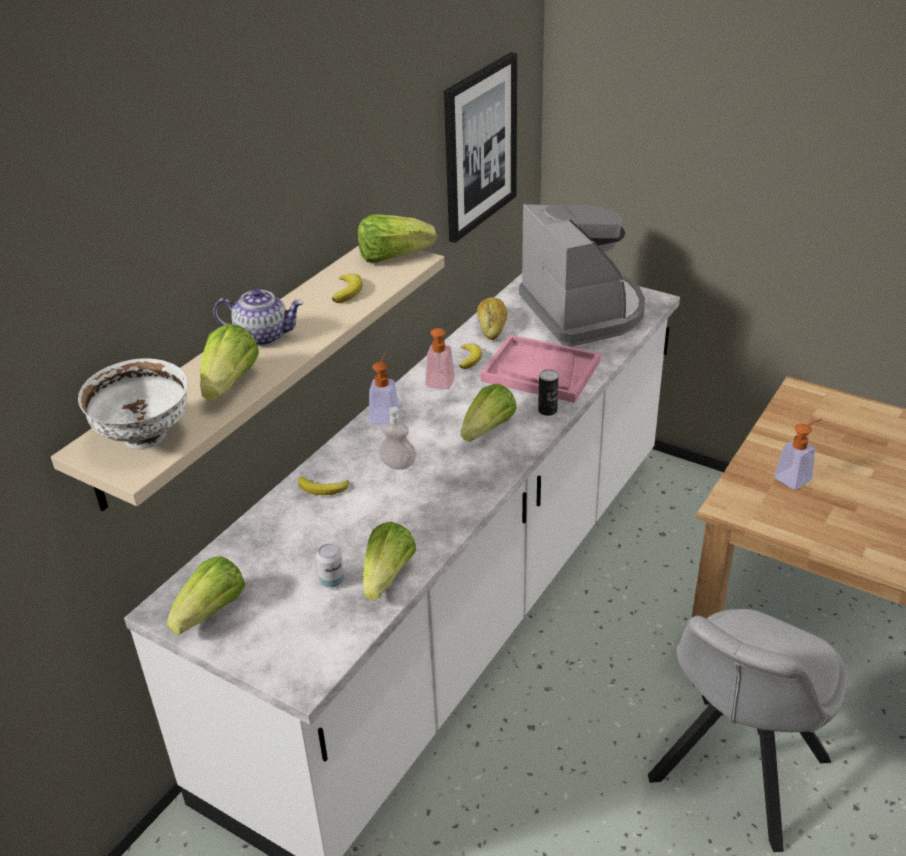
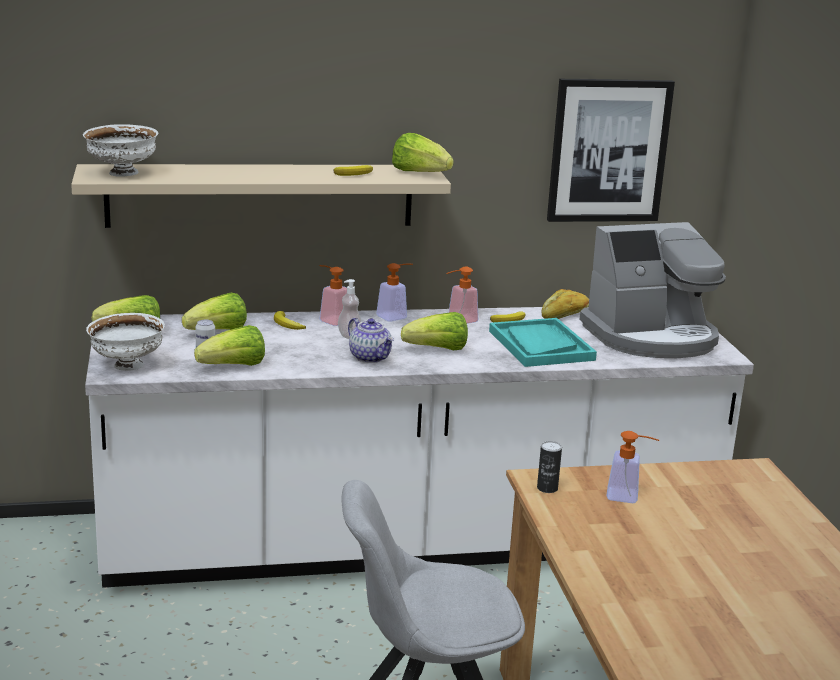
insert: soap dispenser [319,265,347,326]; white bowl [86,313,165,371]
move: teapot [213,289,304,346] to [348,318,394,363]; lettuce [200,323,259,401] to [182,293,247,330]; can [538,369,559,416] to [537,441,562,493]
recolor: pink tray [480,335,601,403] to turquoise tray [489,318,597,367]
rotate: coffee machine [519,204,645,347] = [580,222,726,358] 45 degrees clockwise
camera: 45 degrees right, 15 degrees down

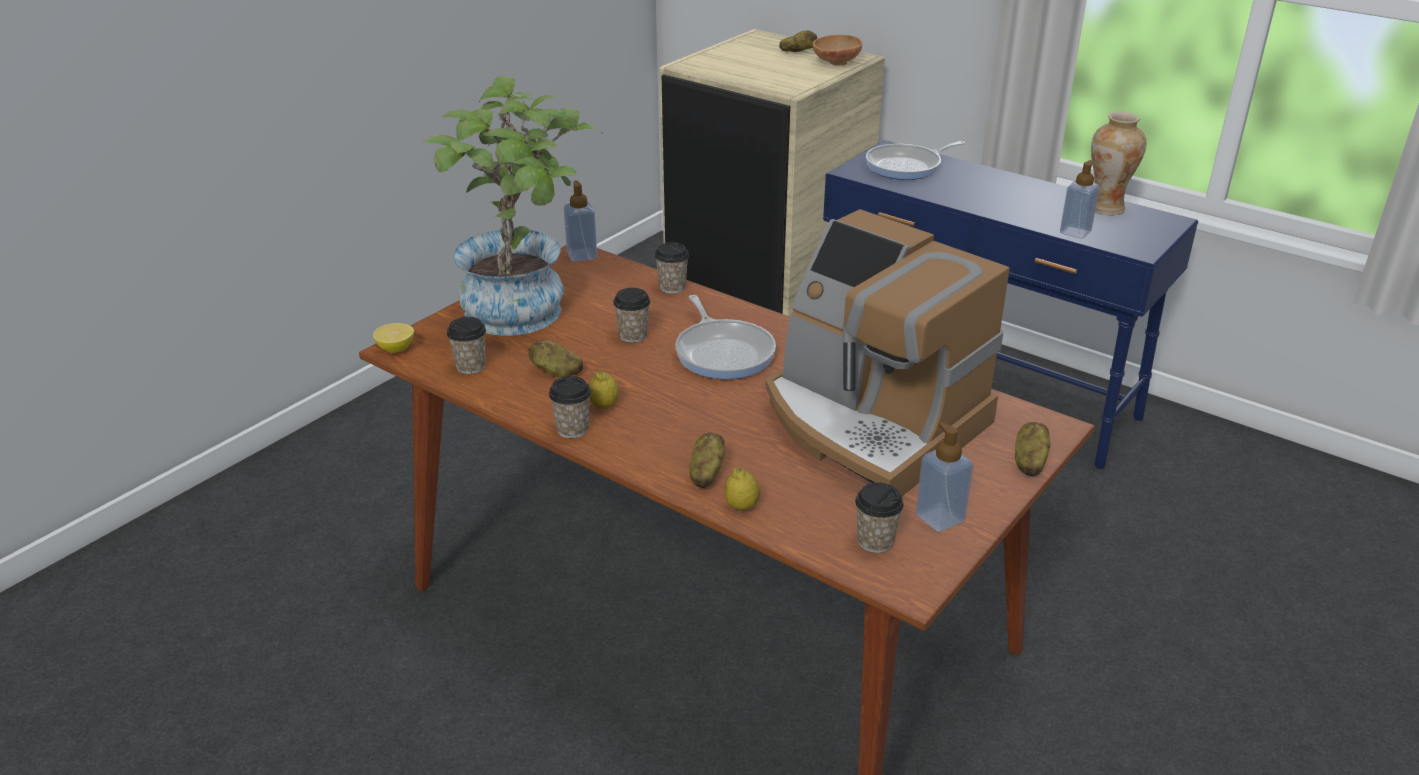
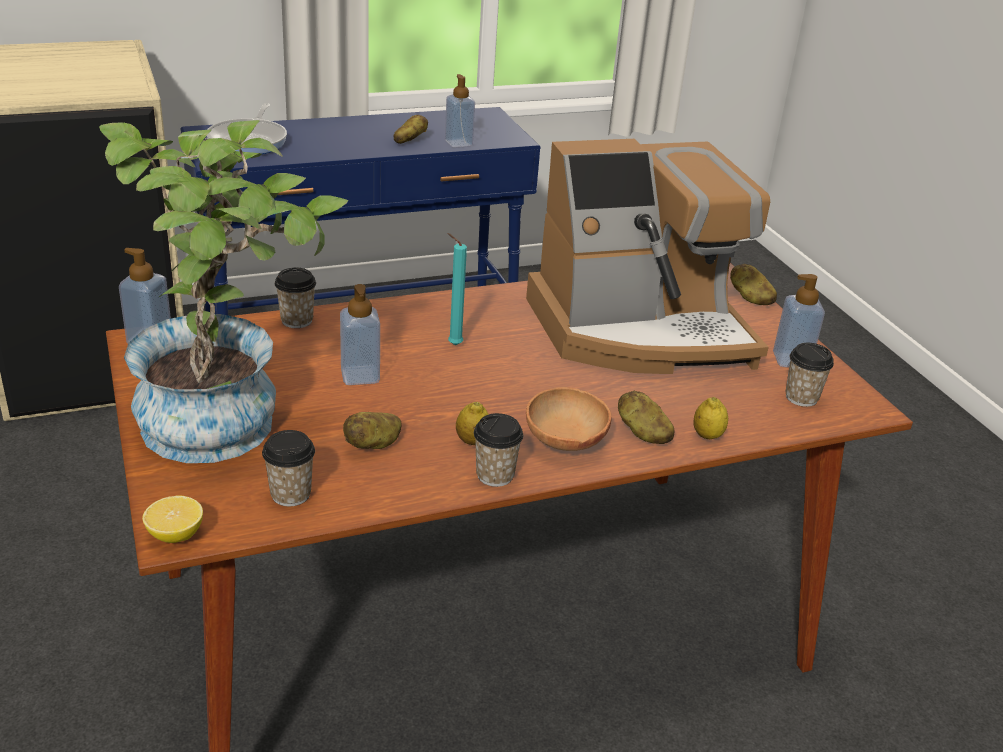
delete: vase [1091,111,1146,216]
move: potato [779,30,817,52] to [394,115,428,144]; brown bowl [813,35,862,66] to [526,387,612,451]
replace: cup [613,288,650,343] to soap dispenser [340,284,380,385]; frying pan [675,295,776,379] to turquoise candle [447,233,467,345]
camera: 60 degrees left, 0 degrees up

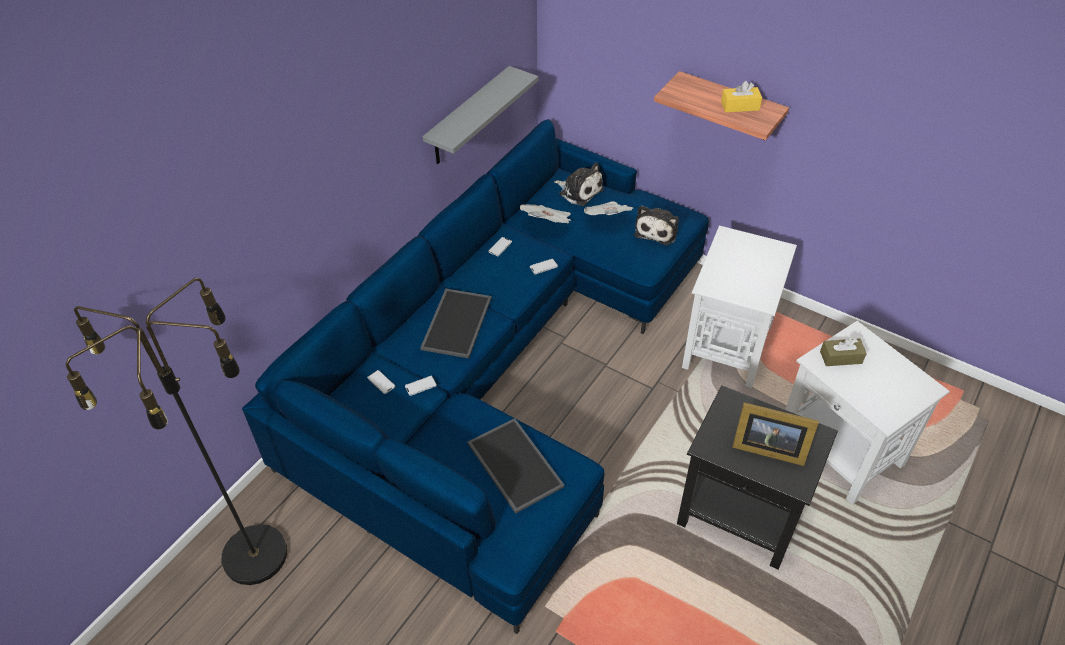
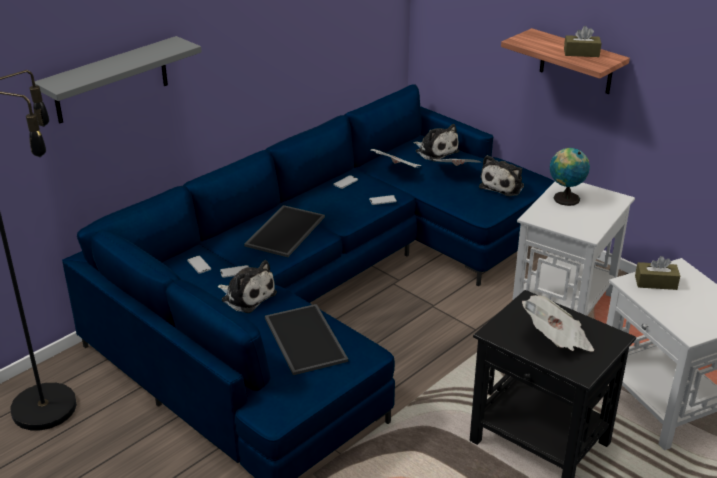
insert: globe [550,148,590,206]; plush toy [217,260,277,313]
move: grey shelf [423,66,538,164] to [35,36,202,124]
replace: picture frame [732,402,819,466] to newspaper [522,295,594,351]
recolor: yellow tissue box [721,81,762,112] to brown tissue box [564,26,602,57]
camera: 10 degrees right, 15 degrees down

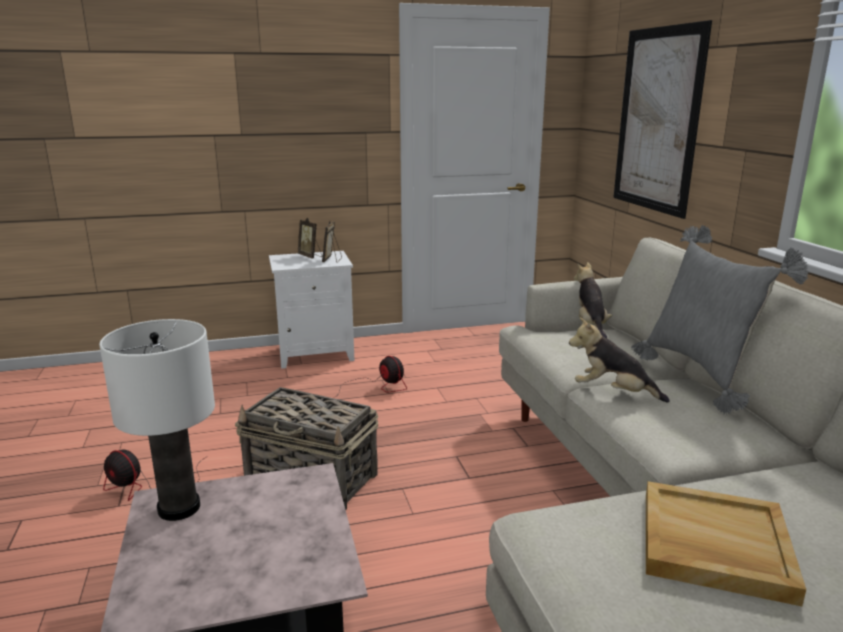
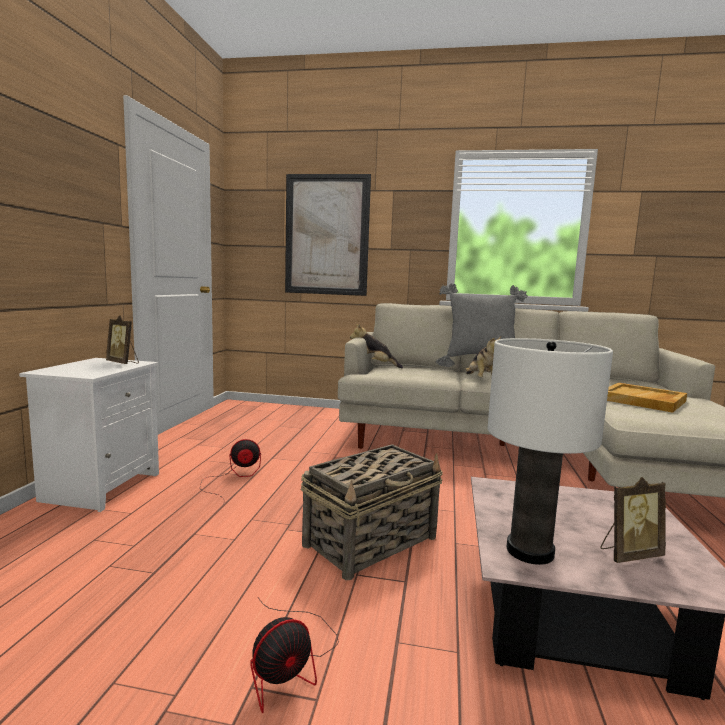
move: picture frame [298,218,322,258] to [600,477,666,563]
rotate: plush toy [569,317,670,403] = [465,336,501,378] 60 degrees counterclockwise
camera: 65 degrees left, 10 degrees down

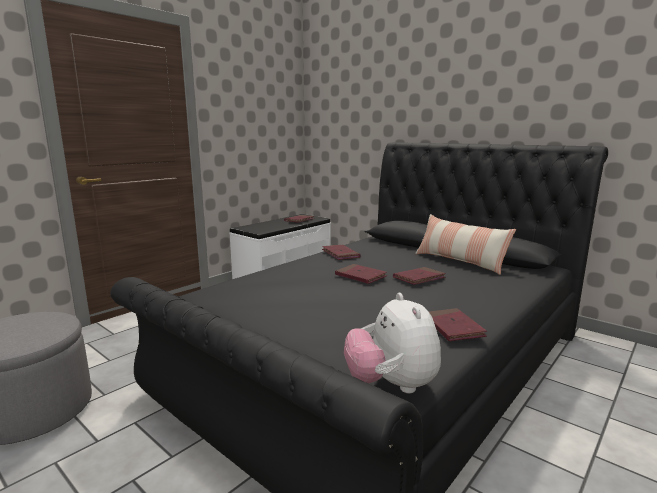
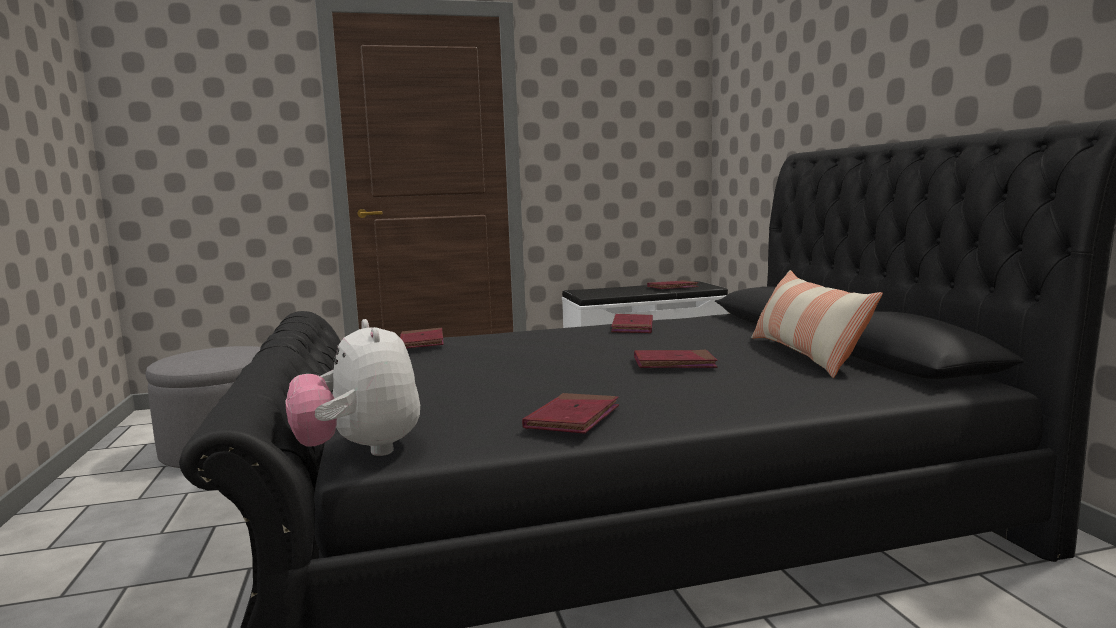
move: red book [335,264,387,284] to [400,328,444,348]
rotate: plush toy [344,293,441,393] = [286,319,420,456] 45 degrees counterclockwise
camera: 35 degrees right, 5 degrees down

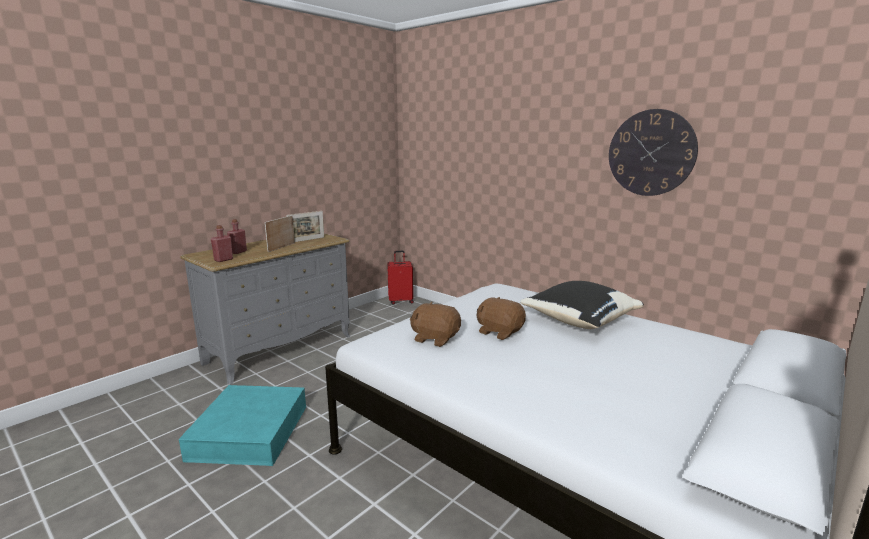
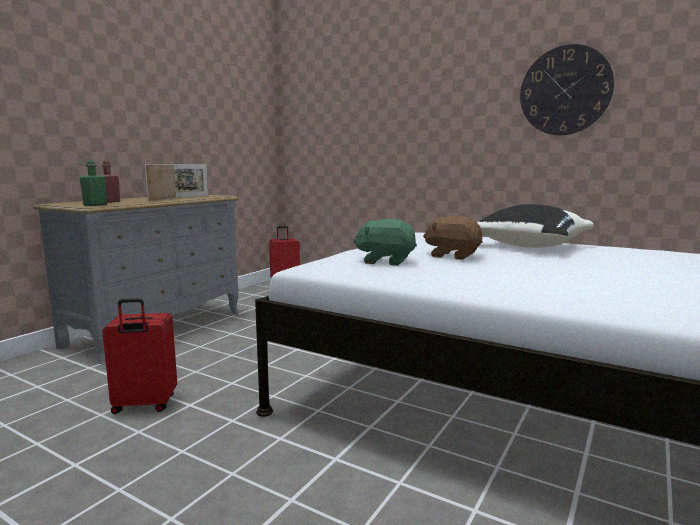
replace: turquoise storage box [179,385,306,466] to red suitcase [102,298,177,414]
recolor: red bottle [211,225,233,262] to green bottle [79,161,107,206]; brown plush toy [410,302,461,347] to green plush toy [353,219,417,265]
camera: 10 degrees left, 5 degrees down

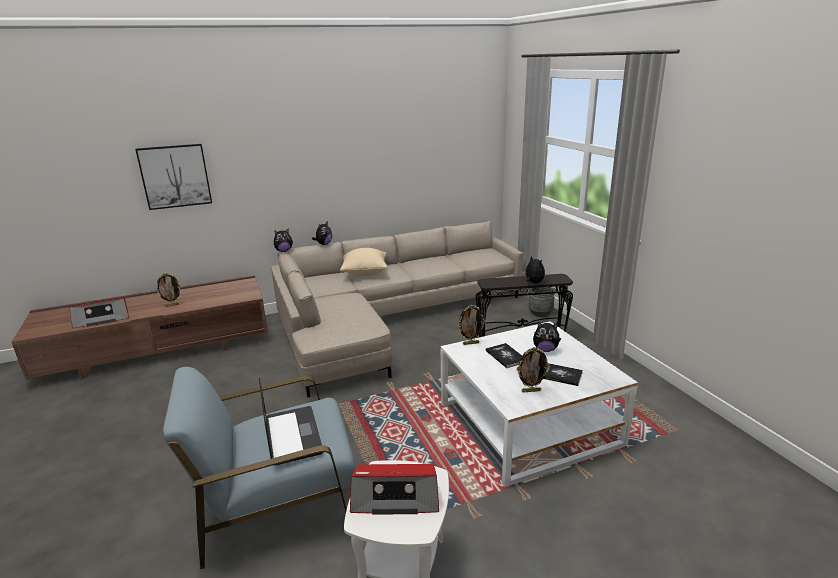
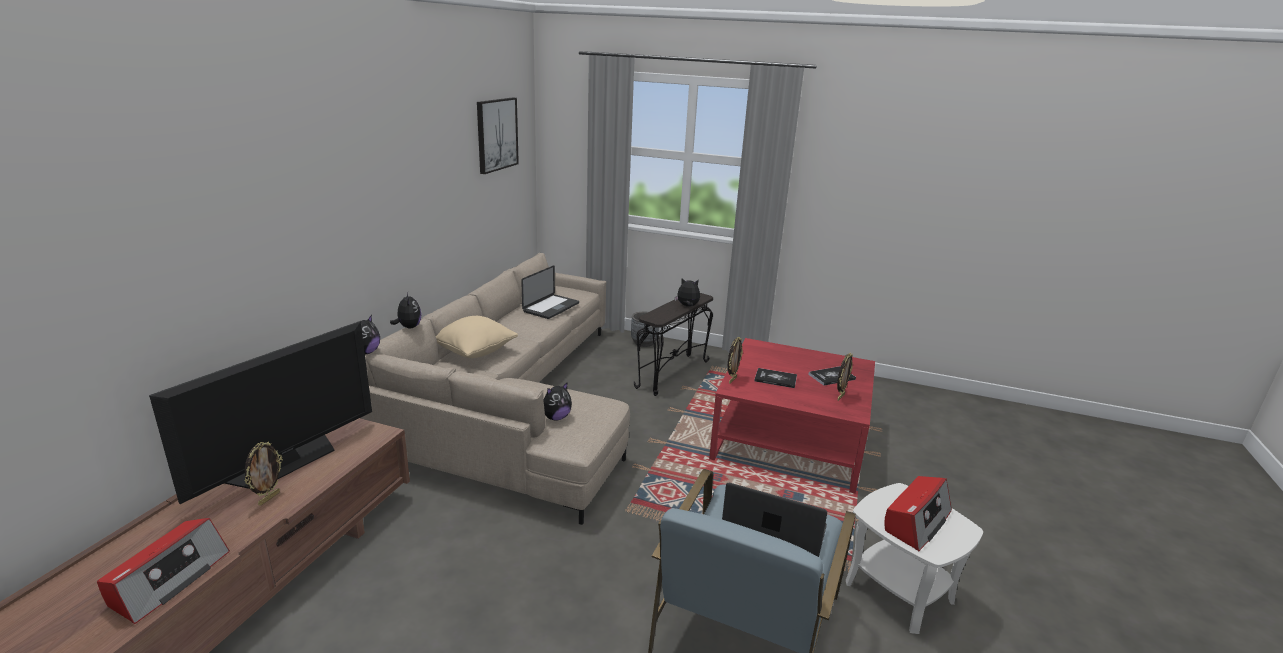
insert: laptop [521,265,579,319]; television [149,321,372,504]
move: picture [135,144,212,210] to [477,97,519,174]; plush toy [533,322,561,352] to [543,383,572,421]
recolor: white coffee table [441,321,638,487] to red coffee table [709,338,875,494]
camera: 50 degrees left, 0 degrees up

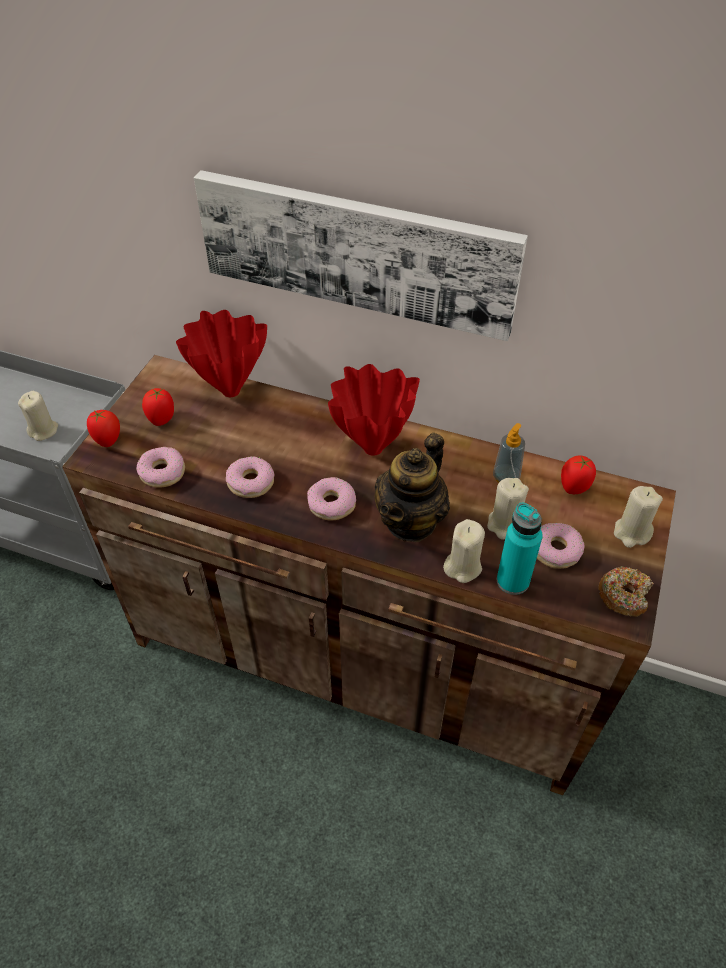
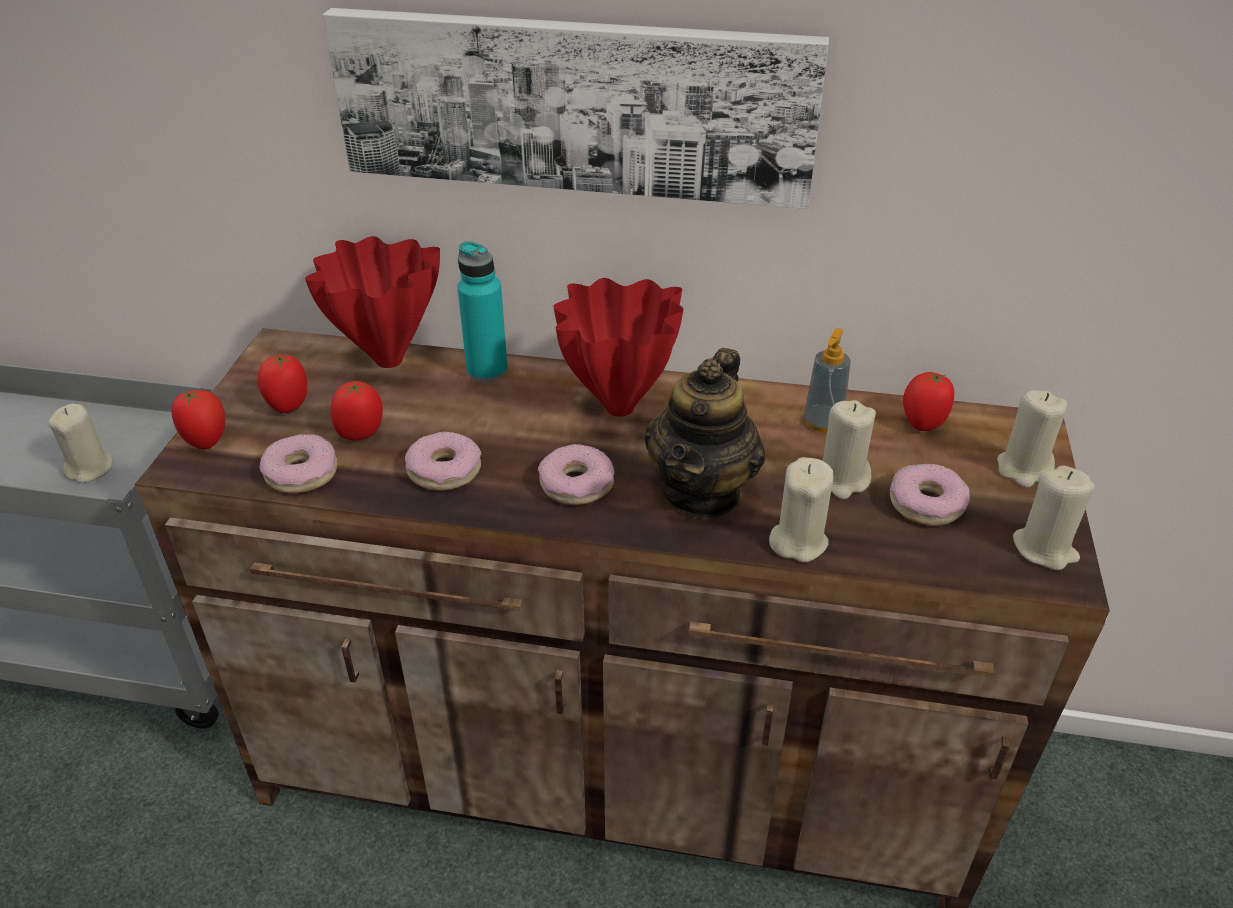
insert: tomato [330,381,383,441]
move: turquoise bottle [497,503,543,595] to [457,241,508,382]
replace: donut [598,566,654,617] to beige candle [1013,466,1095,570]
camera: 10 degrees left, 10 degrees down

